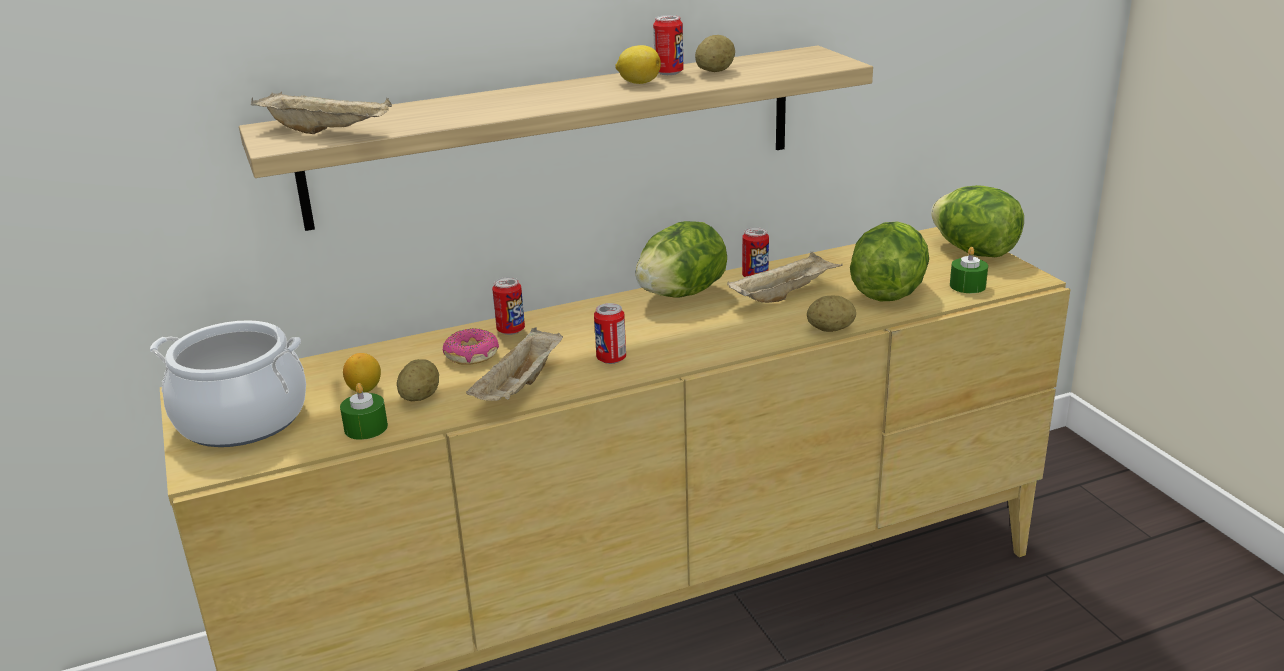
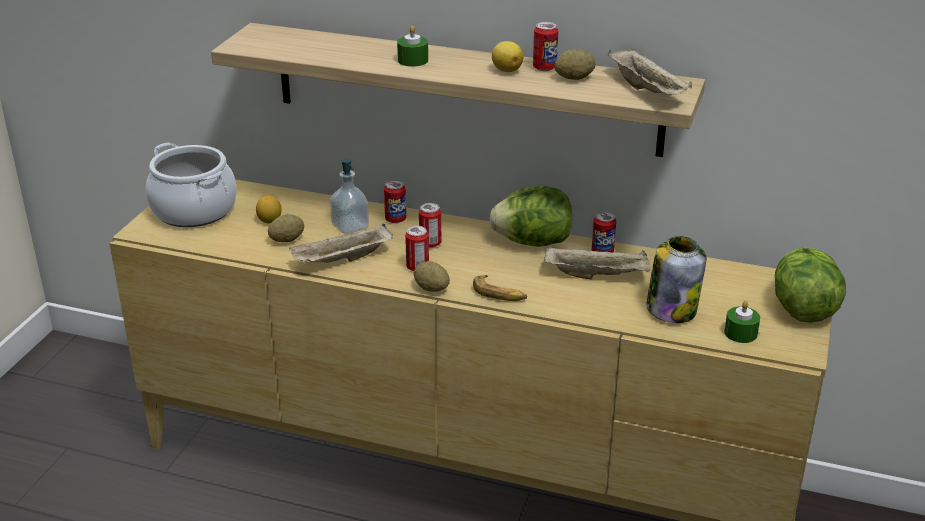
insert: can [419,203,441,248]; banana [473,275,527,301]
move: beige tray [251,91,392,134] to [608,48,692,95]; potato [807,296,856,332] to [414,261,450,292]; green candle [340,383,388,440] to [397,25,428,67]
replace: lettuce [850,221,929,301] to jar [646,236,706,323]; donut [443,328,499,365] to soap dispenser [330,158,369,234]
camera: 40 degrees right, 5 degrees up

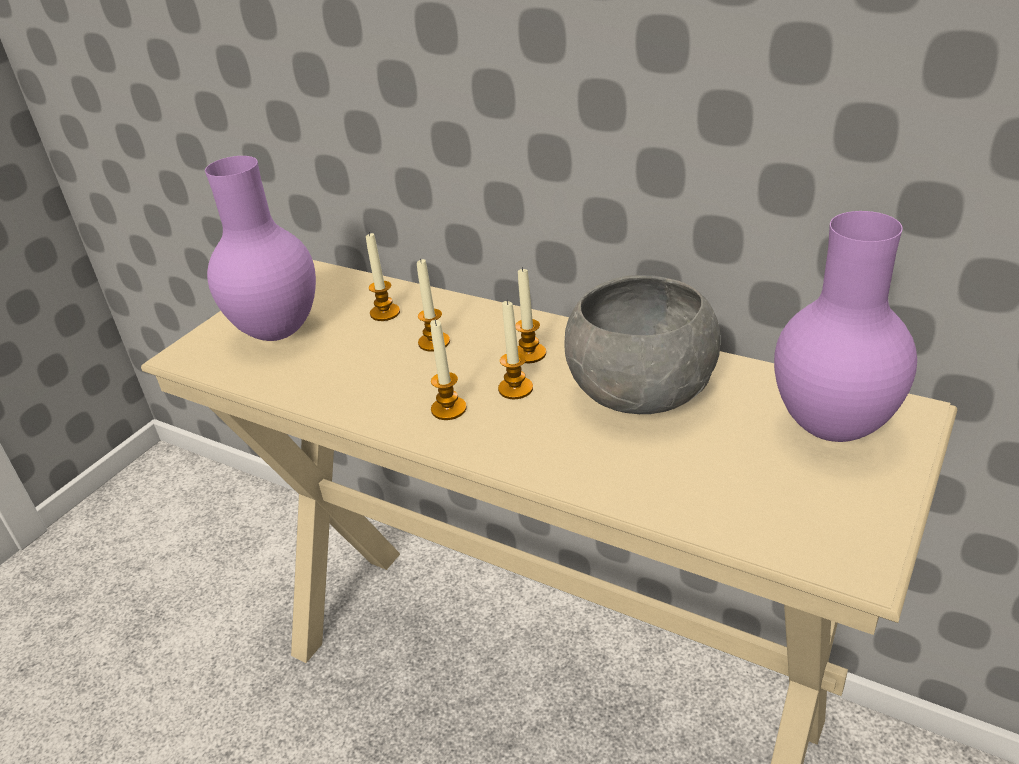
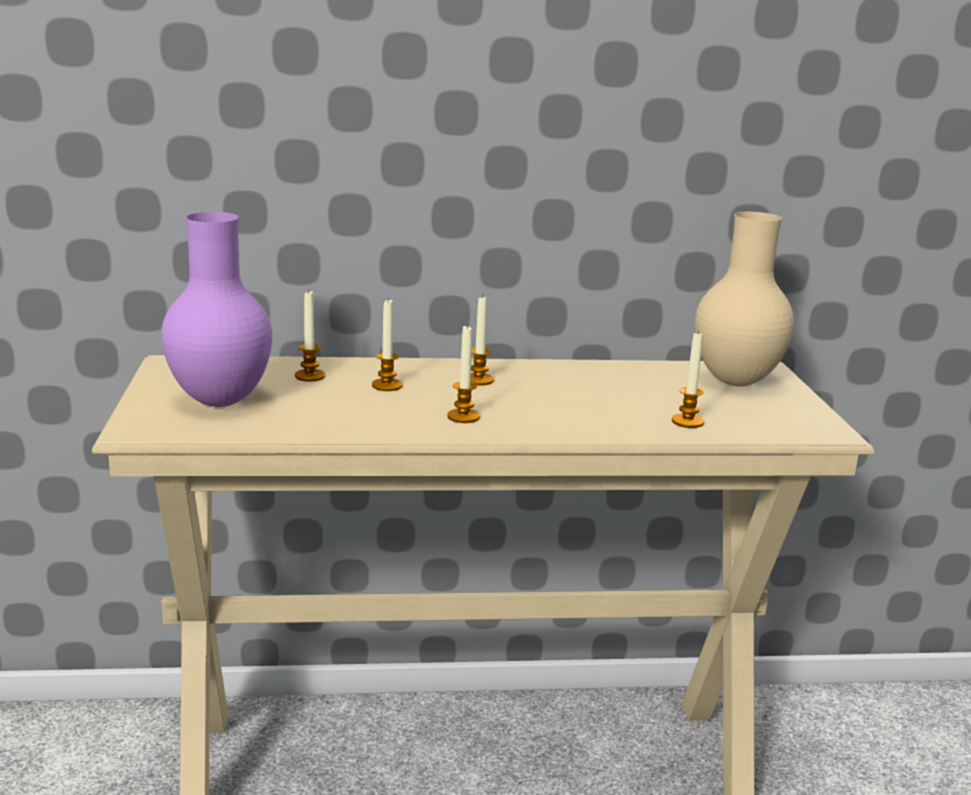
delete: grey bowl [564,275,721,414]
move: candle [498,301,533,399] to [672,330,704,428]
recolor: purple vase [774,211,917,442] to beige vase [695,212,794,387]
camera: 40 degrees left, 15 degrees down

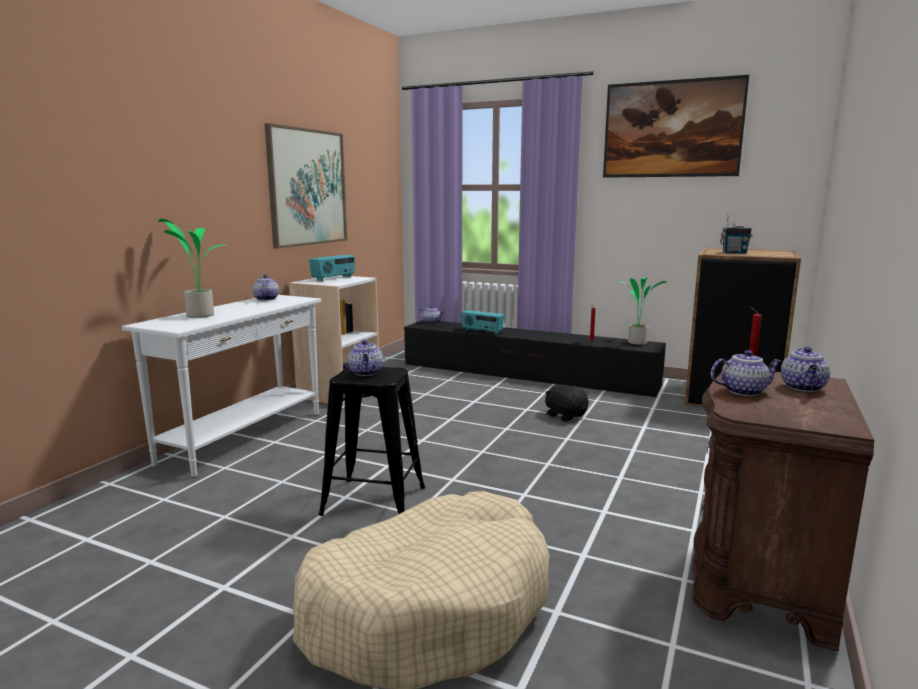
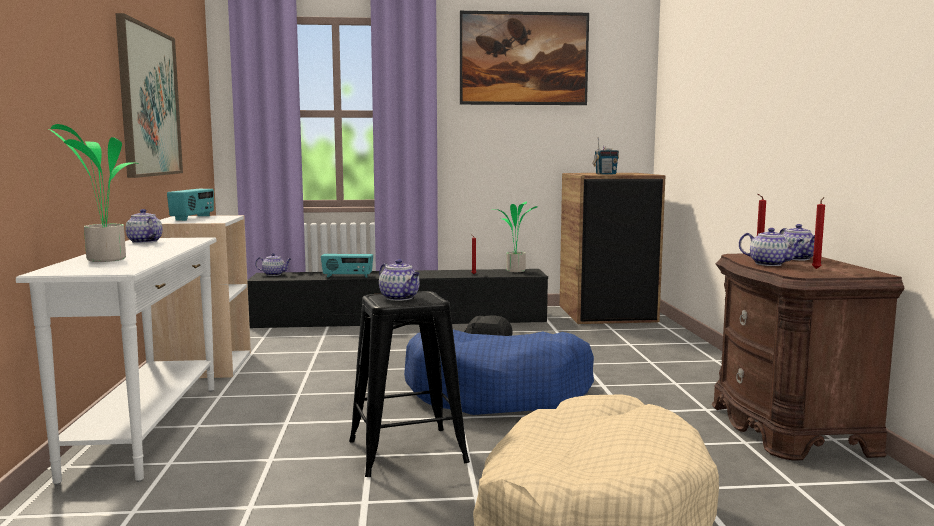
insert: red candle [812,197,825,269]; blue dog bed [404,330,594,415]
rotate: teapot [711,350,781,396] = [739,228,804,266] 75 degrees clockwise
camera: 30 degrees left, 5 degrees down

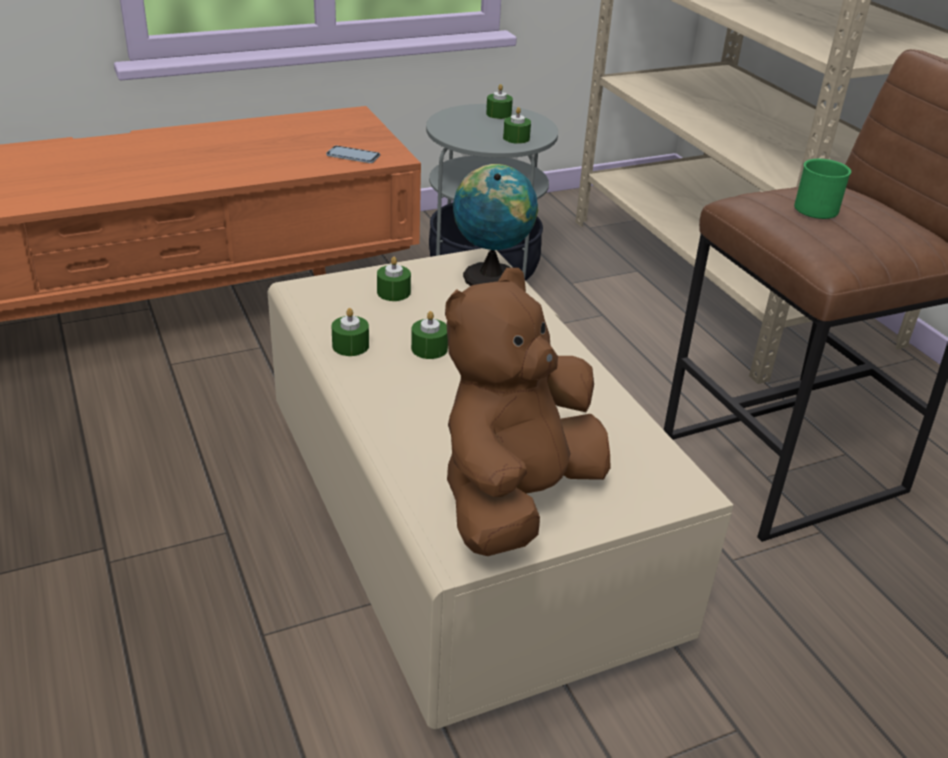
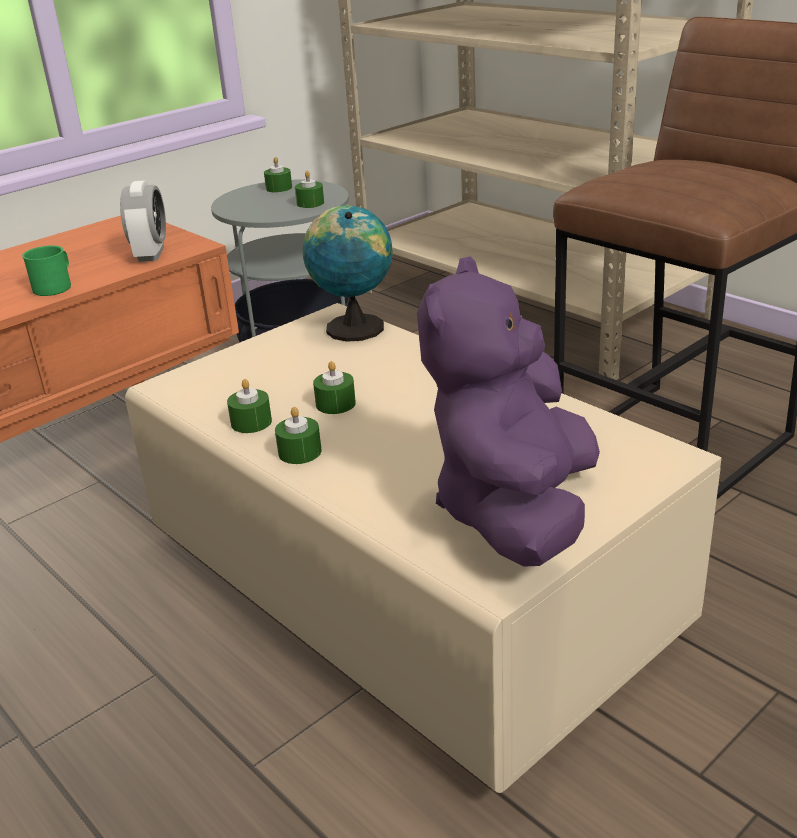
move: green mug [794,159,851,219] to [22,245,71,296]; green candle [377,257,411,301] to [275,407,321,464]
replace: phone [326,146,380,163] to alarm clock [120,180,166,262]
recolor: brown plush toy [445,268,611,556] to purple plush toy [417,257,600,567]
camera: 15 degrees left, 5 degrees down

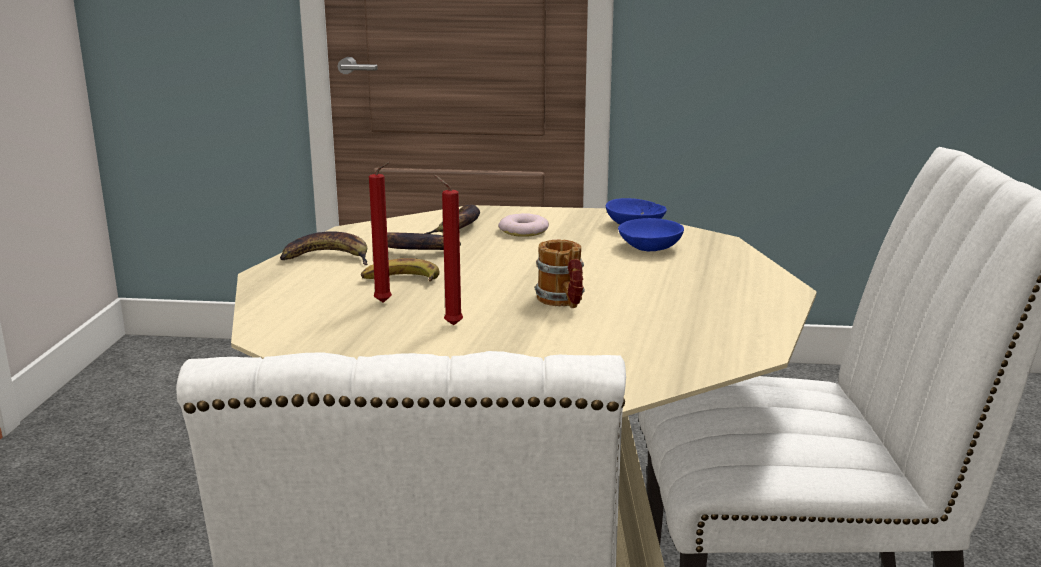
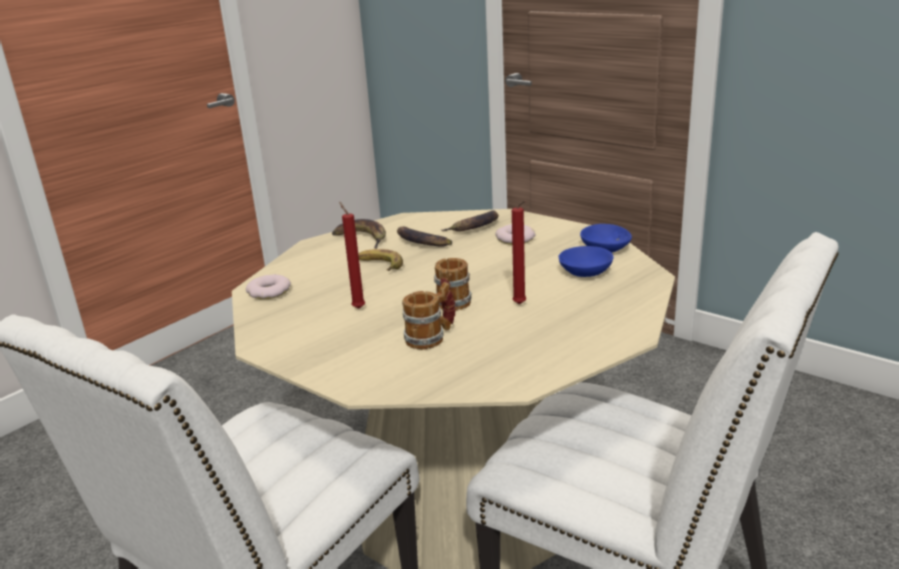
insert: donut [246,274,291,299]; mug [402,282,456,350]
move: red candle [369,162,392,303] to [512,201,526,304]
camera: 35 degrees right, 5 degrees up

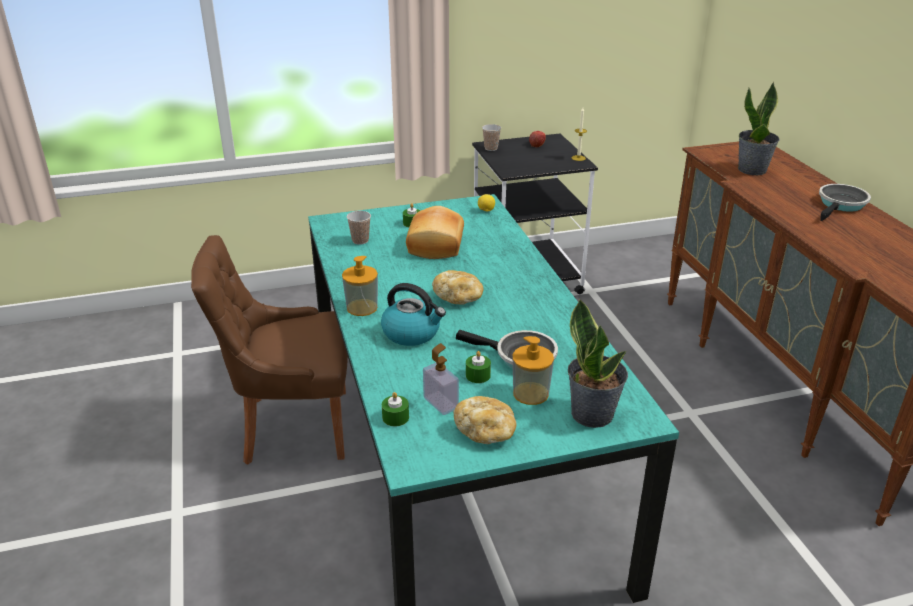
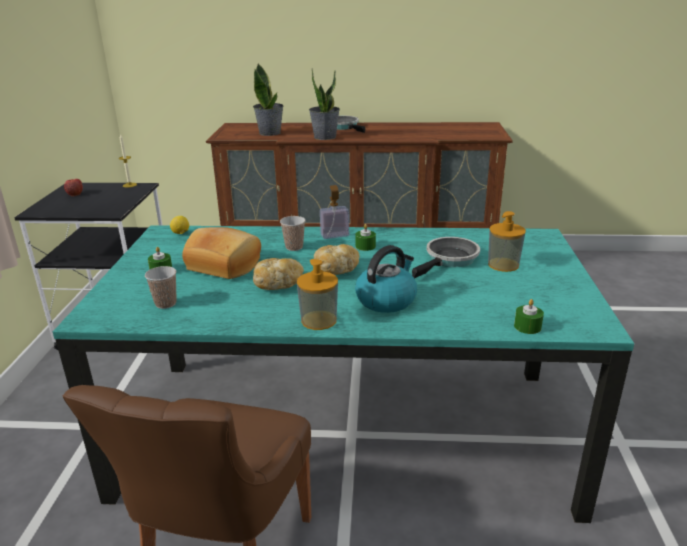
move: cup [482,124,501,151] to [280,216,306,251]; potted plant [568,298,628,428] to [309,68,340,140]; soap dispenser [423,343,459,415] to [320,185,349,239]; green candle [466,351,491,383] to [355,224,376,251]; bread [453,396,516,444] to [253,258,304,290]
camera: 70 degrees left, 5 degrees down

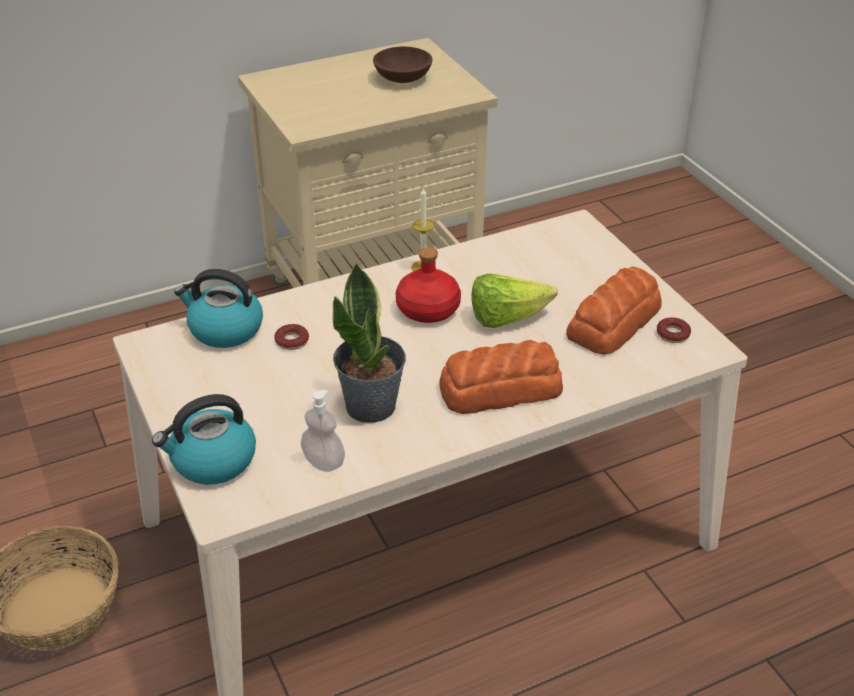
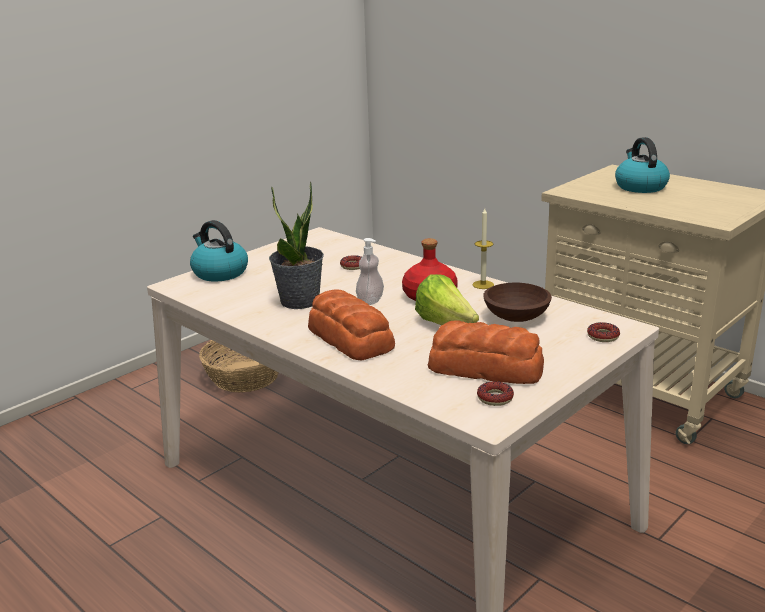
insert: donut [587,322,620,342]
move: brown bowl [373,47,433,83] to [483,283,552,322]; kettle [174,269,263,348] to [615,137,670,193]; soap dispenser [301,390,345,472] to [356,238,384,305]
camera: 70 degrees right, 15 degrees down

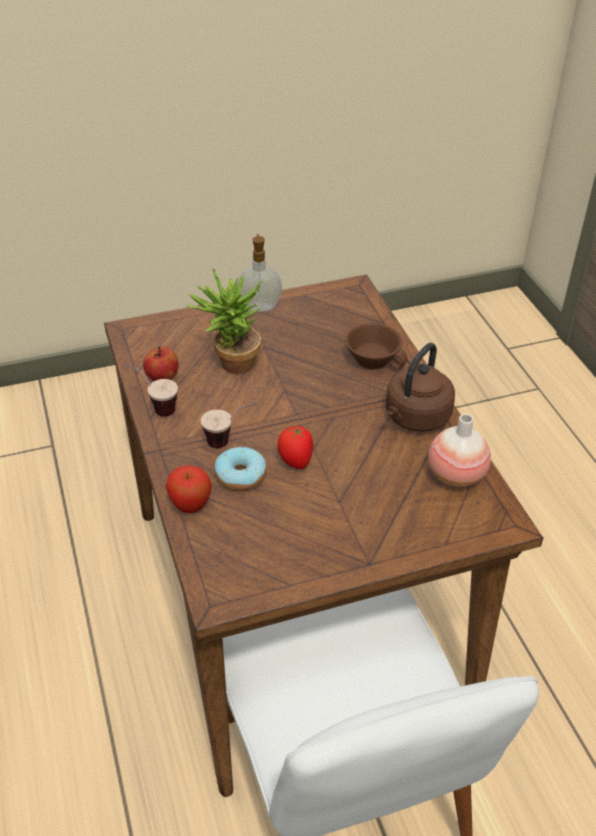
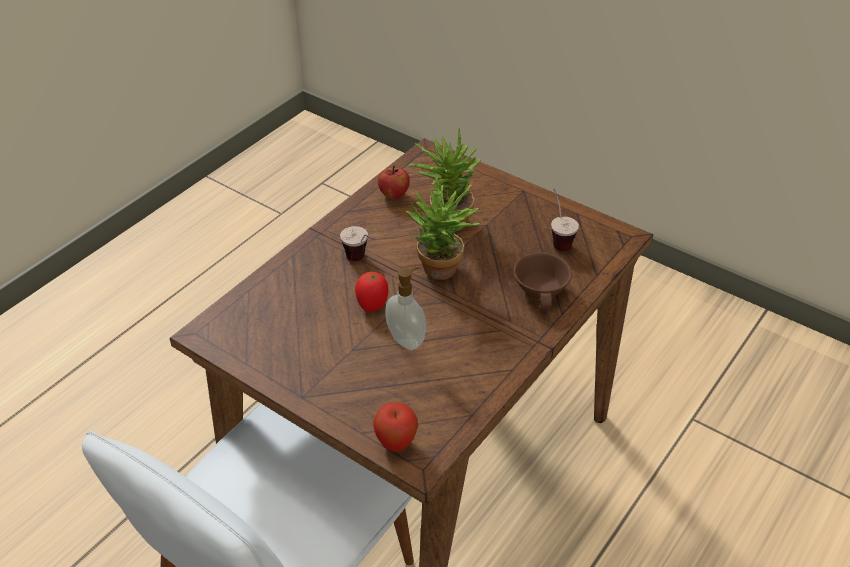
delete: brown kettle [386,343,455,432]; vase [428,414,491,487]; donut [214,446,267,491]
insert: potted plant [406,176,480,280]
move: soap dispenser [237,234,282,312] to [386,267,426,350]; cup [125,363,178,417] to [551,188,579,251]; apple [165,466,212,513] to [373,403,418,452]
camera: 55 degrees right, 0 degrees up

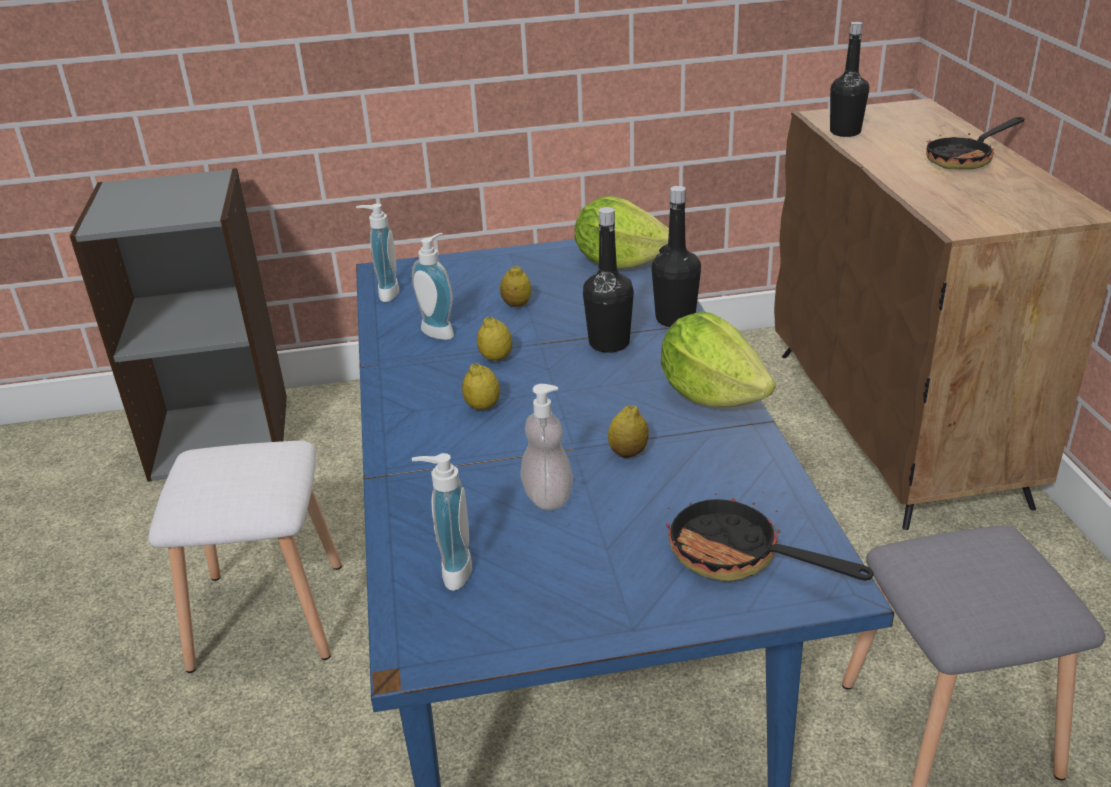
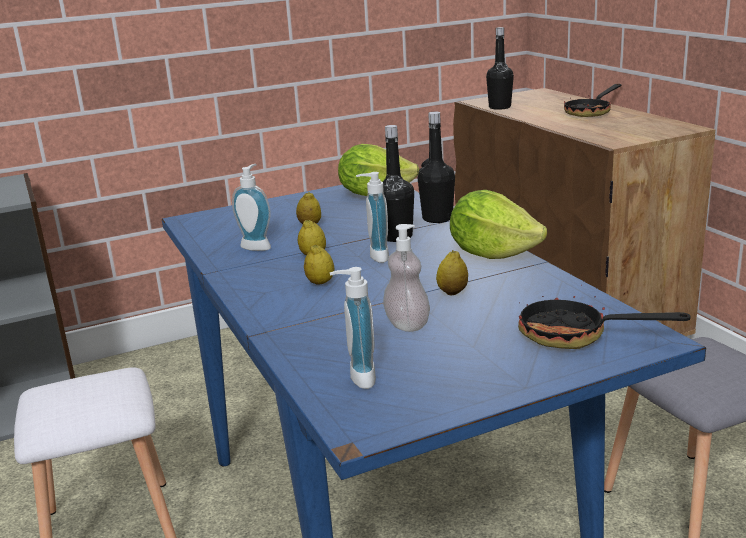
move: soap dispenser [356,204,399,302] to [356,172,389,263]
camera: 15 degrees left, 10 degrees down

